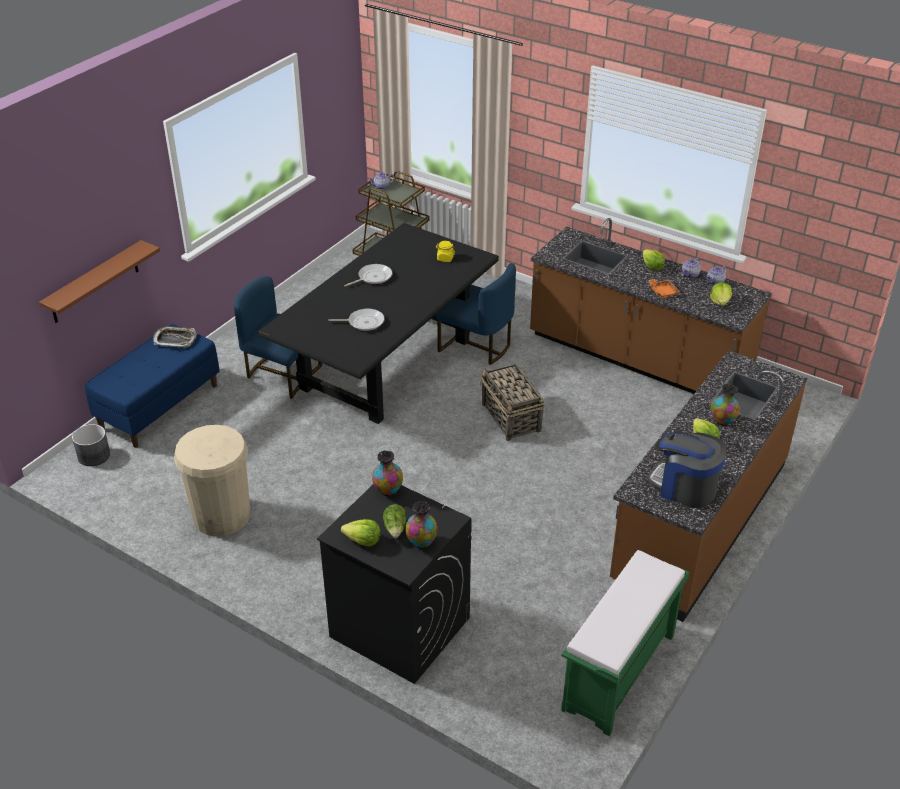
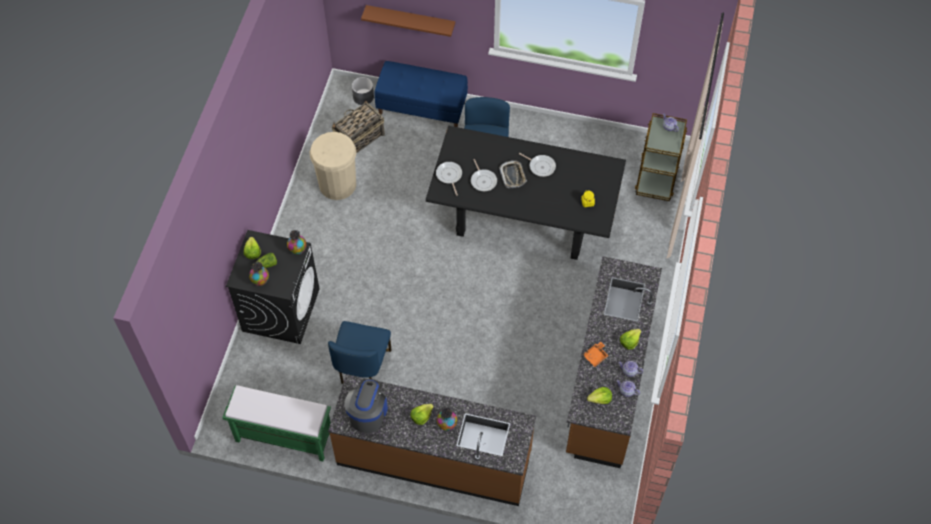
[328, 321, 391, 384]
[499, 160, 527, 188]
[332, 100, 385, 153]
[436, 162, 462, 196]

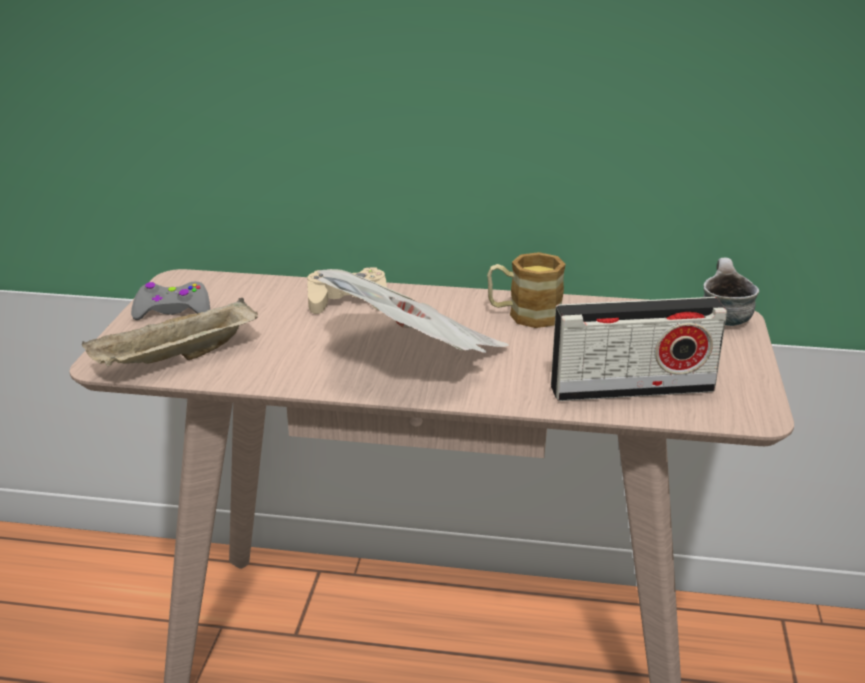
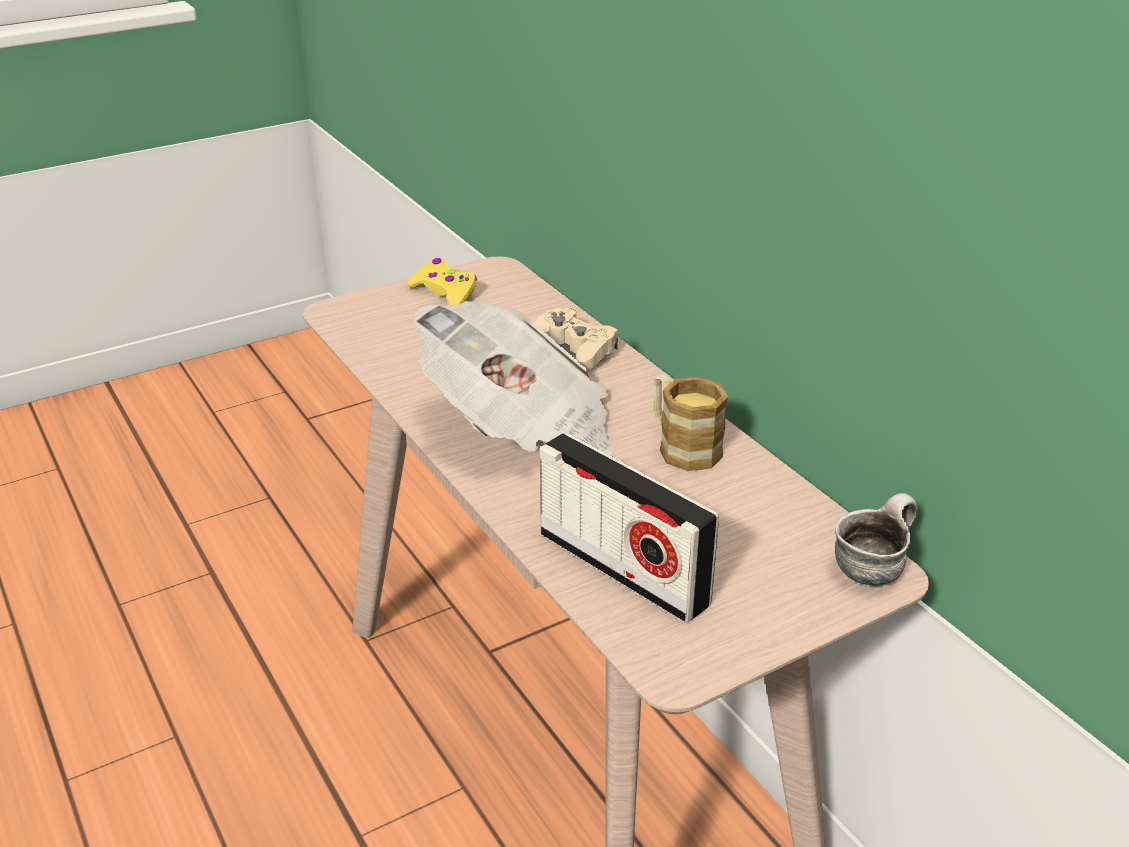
[407, 258, 477, 305]
[82, 298, 258, 366] (first image)

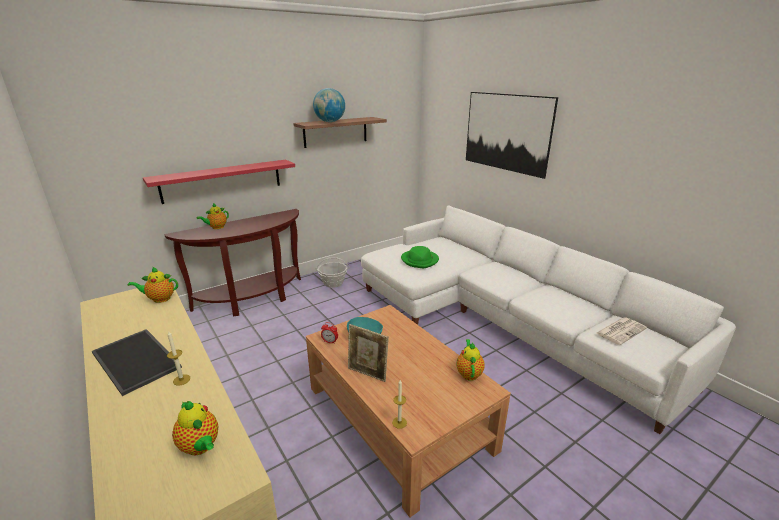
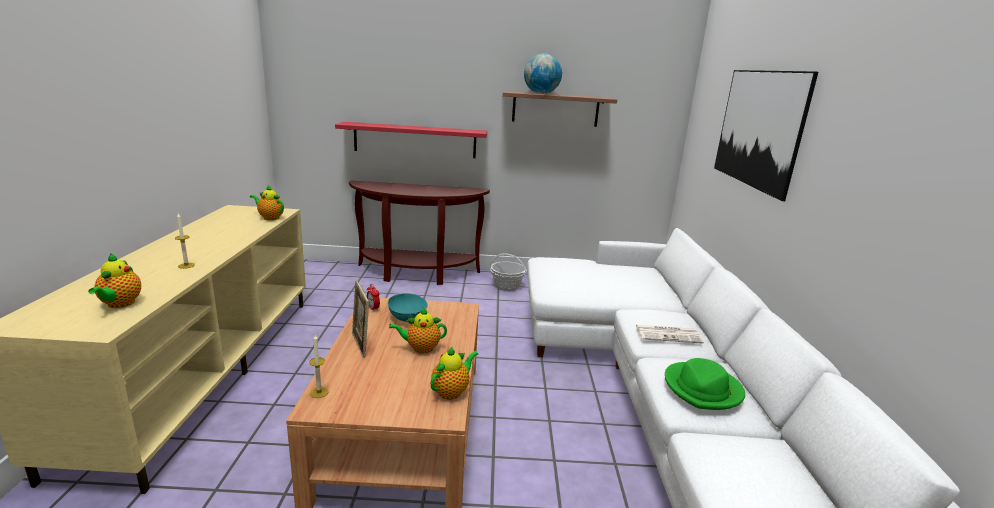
[389, 307, 447, 354]
[665, 358, 745, 410]
[636, 325, 704, 344]
[92, 329, 182, 396] (first image)

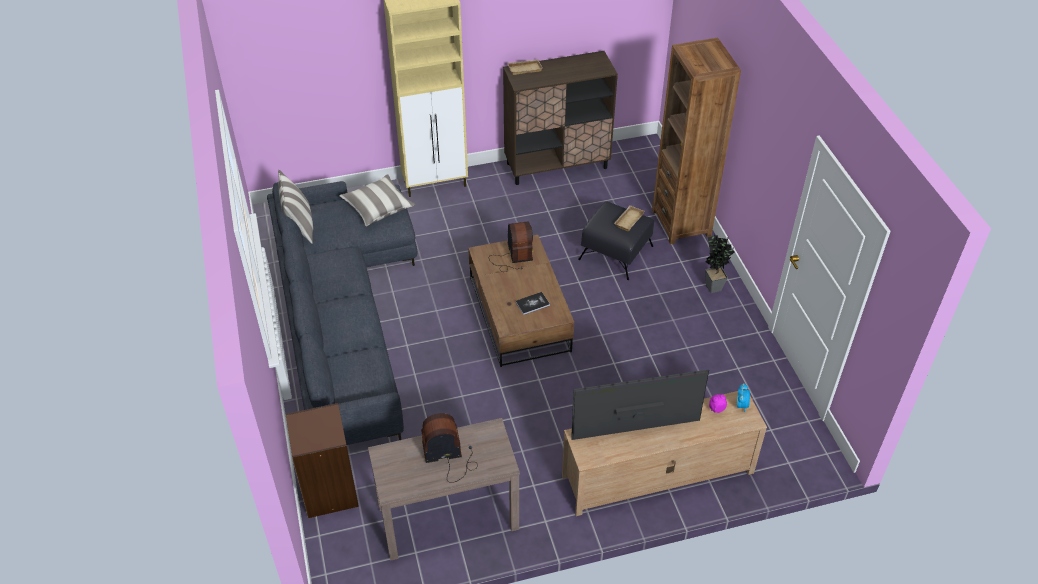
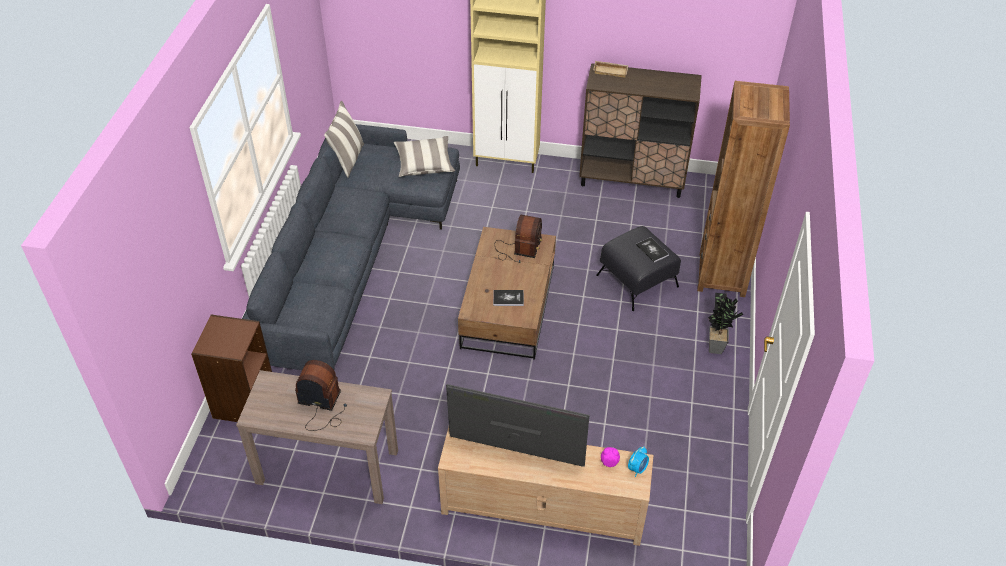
[636, 237, 669, 263]

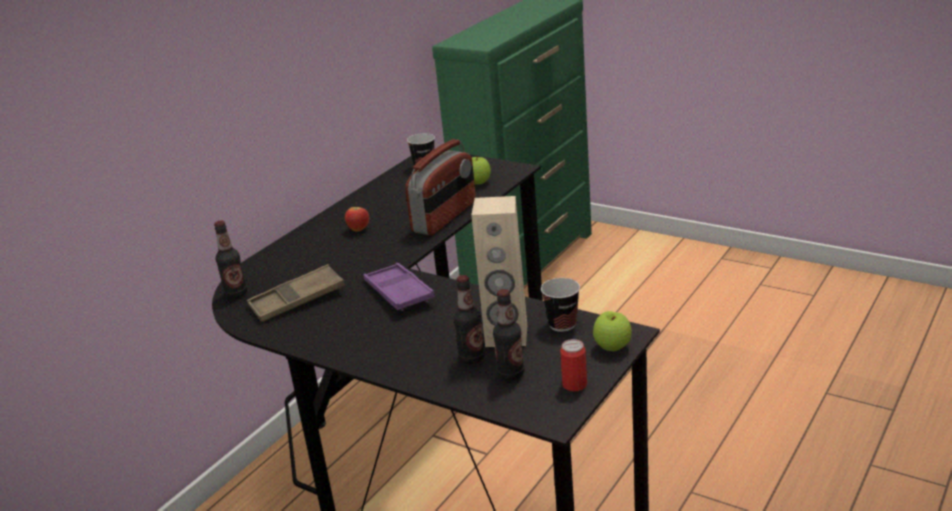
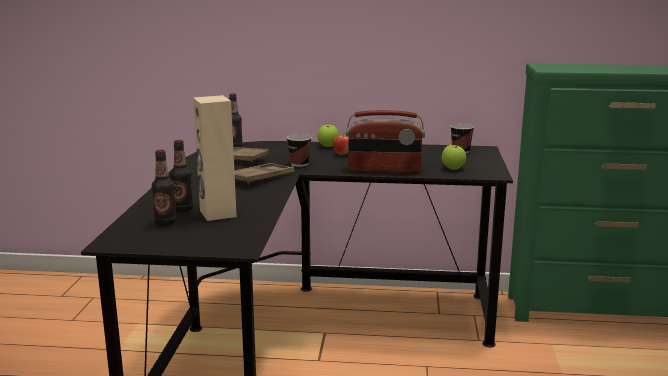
[234, 163, 294, 185]
[287, 134, 312, 167]
[317, 125, 339, 147]
[560, 339, 587, 392] (first image)

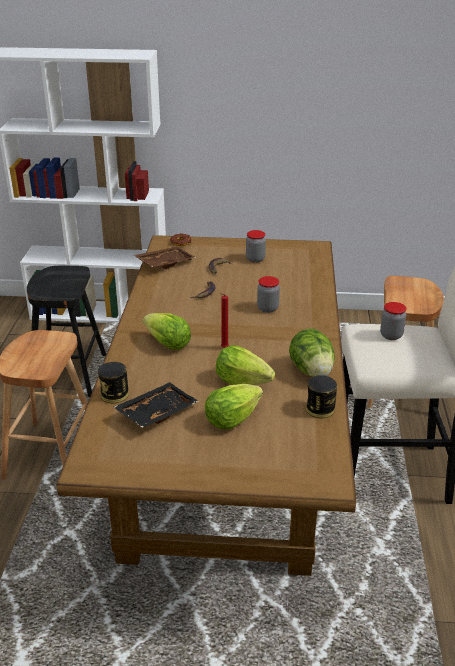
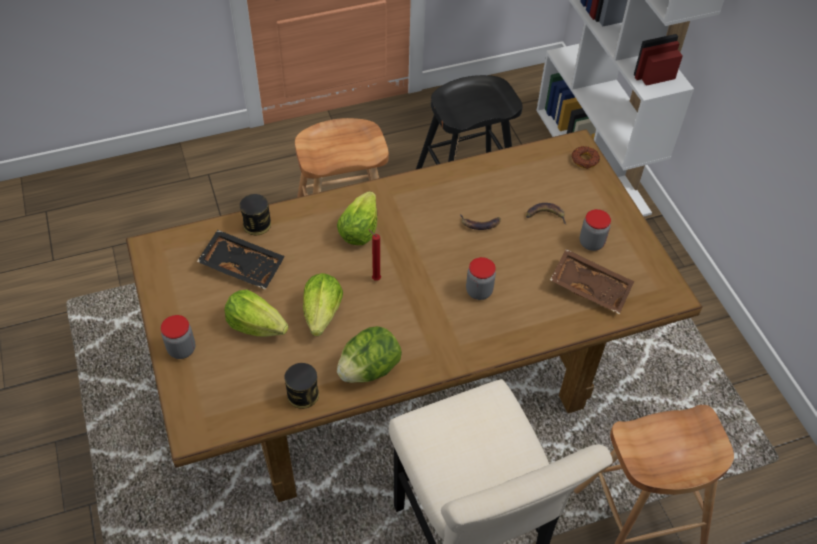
[550, 249, 634, 314]
[161, 315, 195, 359]

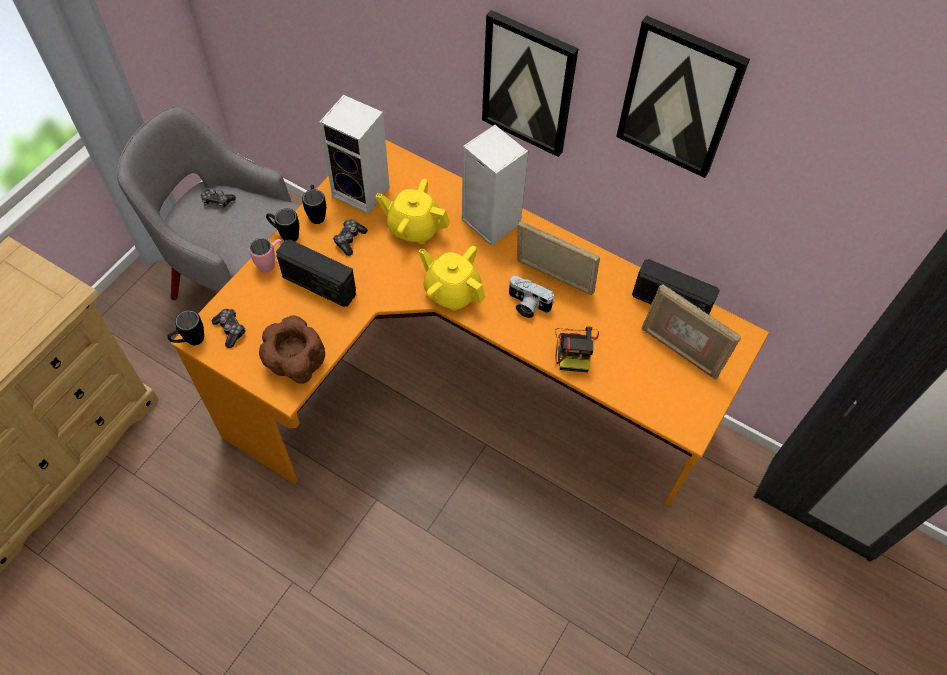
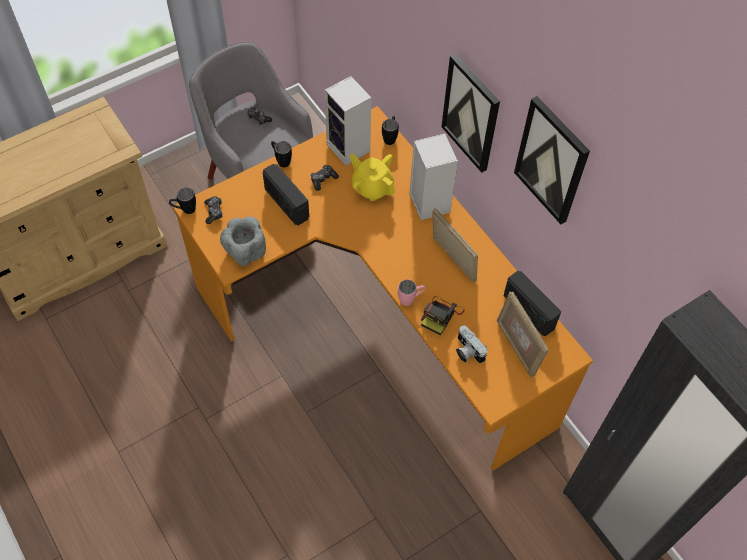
[382, 116, 399, 145]
[398, 280, 425, 306]
[419, 246, 485, 311] (first image)
[456, 325, 487, 363]
[220, 217, 266, 266]

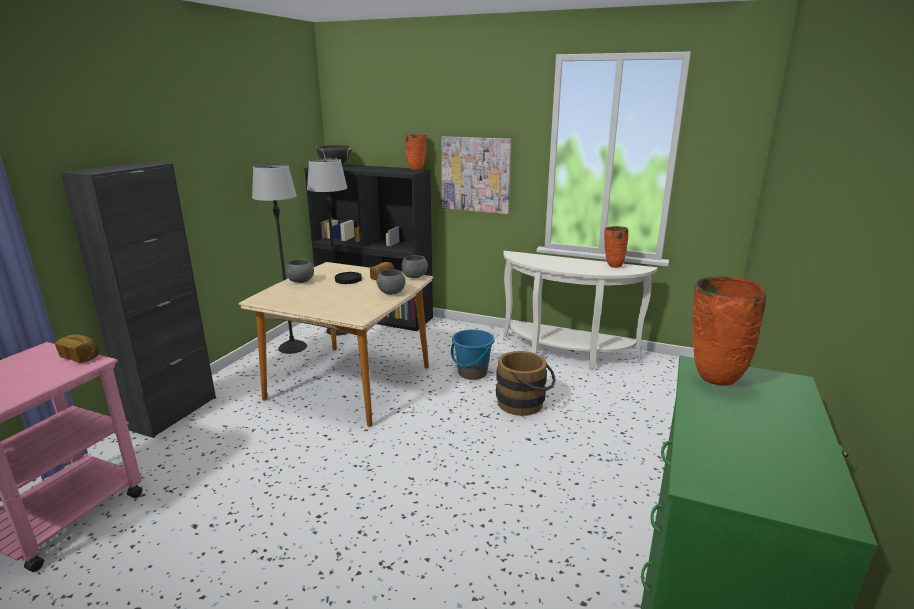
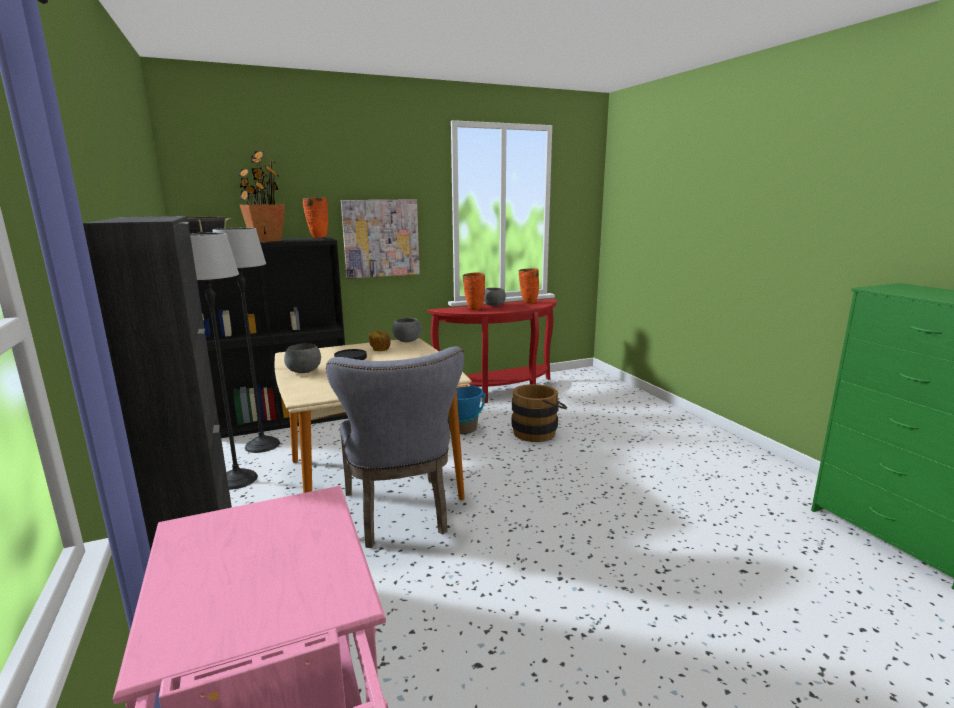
[427, 299, 557, 404]
[484, 288, 506, 306]
[463, 272, 485, 310]
[55, 334, 99, 363] (first image)
[238, 151, 285, 242]
[326, 346, 464, 548]

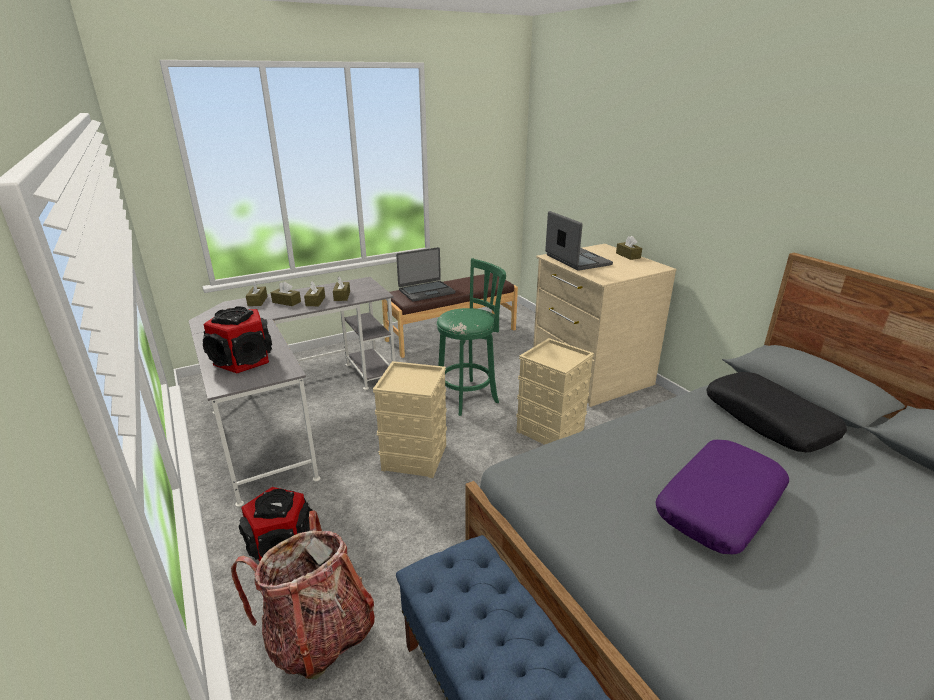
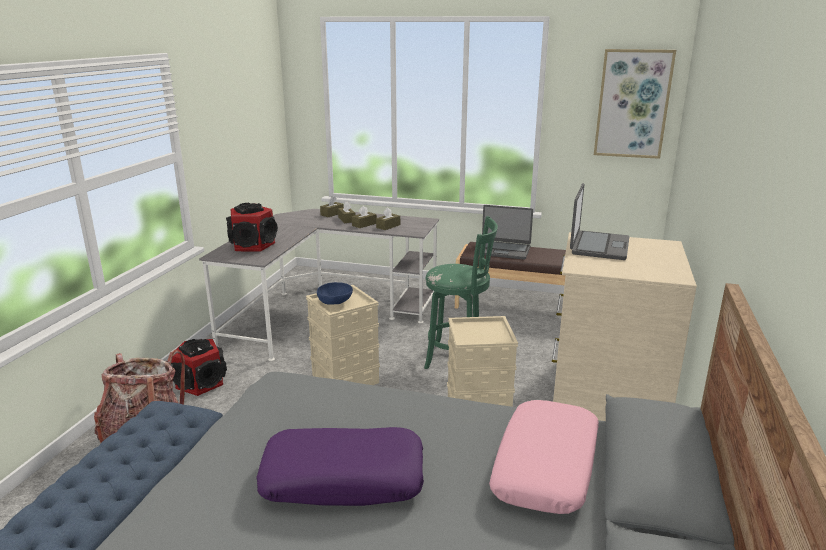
[616, 236, 642, 260] (first image)
[489, 400, 599, 514]
[594, 49, 676, 159]
[317, 282, 353, 305]

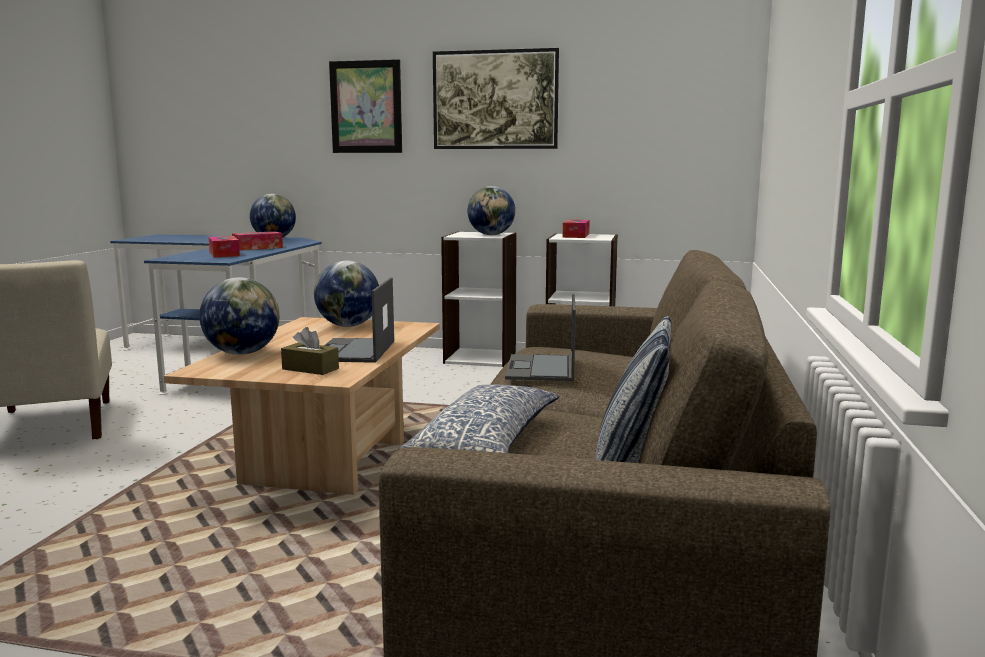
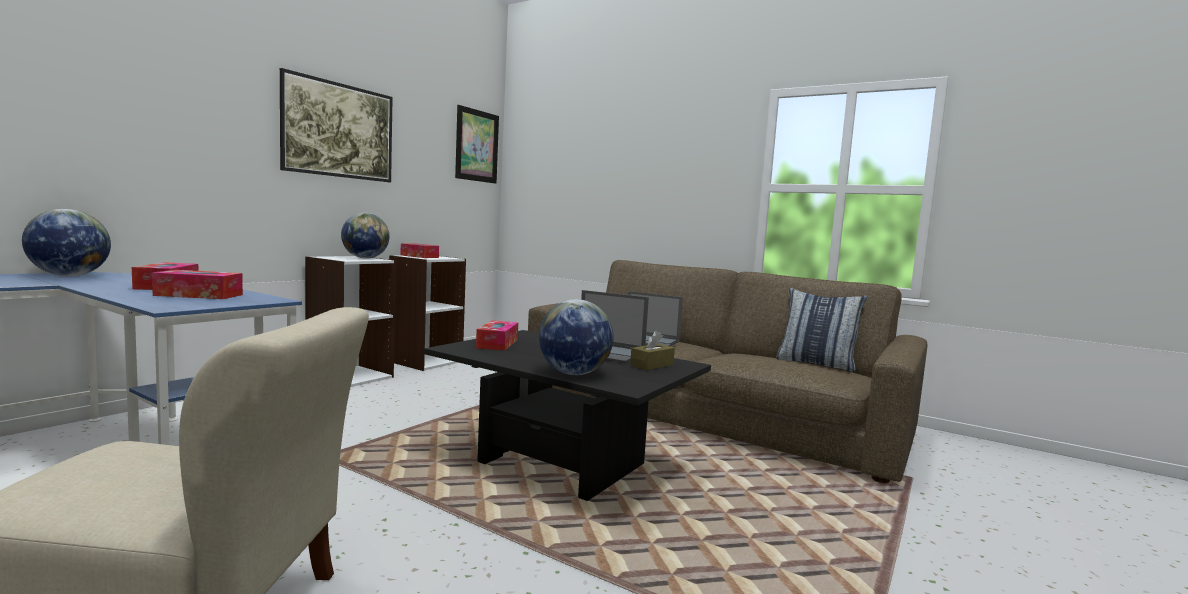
[455, 105, 499, 184]
[476, 321, 518, 351]
[424, 330, 711, 501]
[398, 385, 560, 453] (first image)

